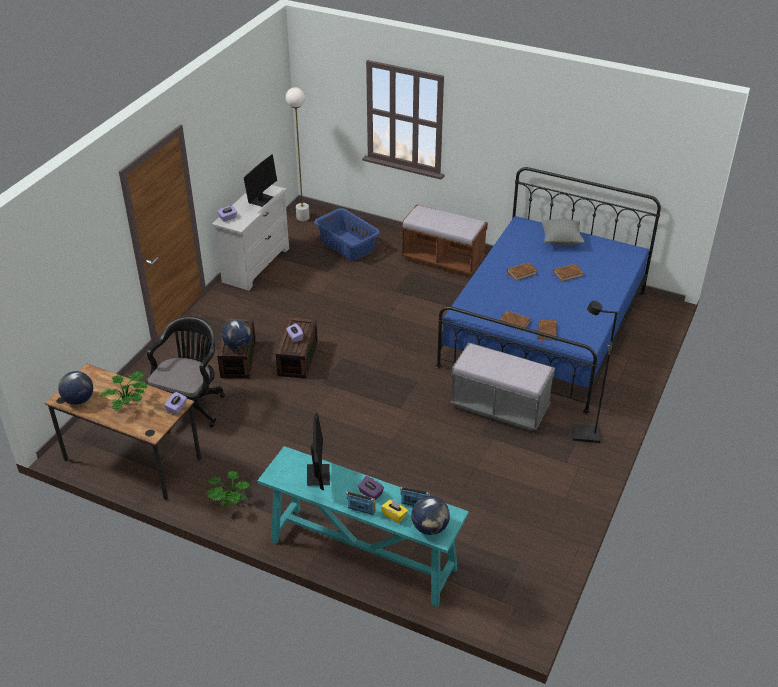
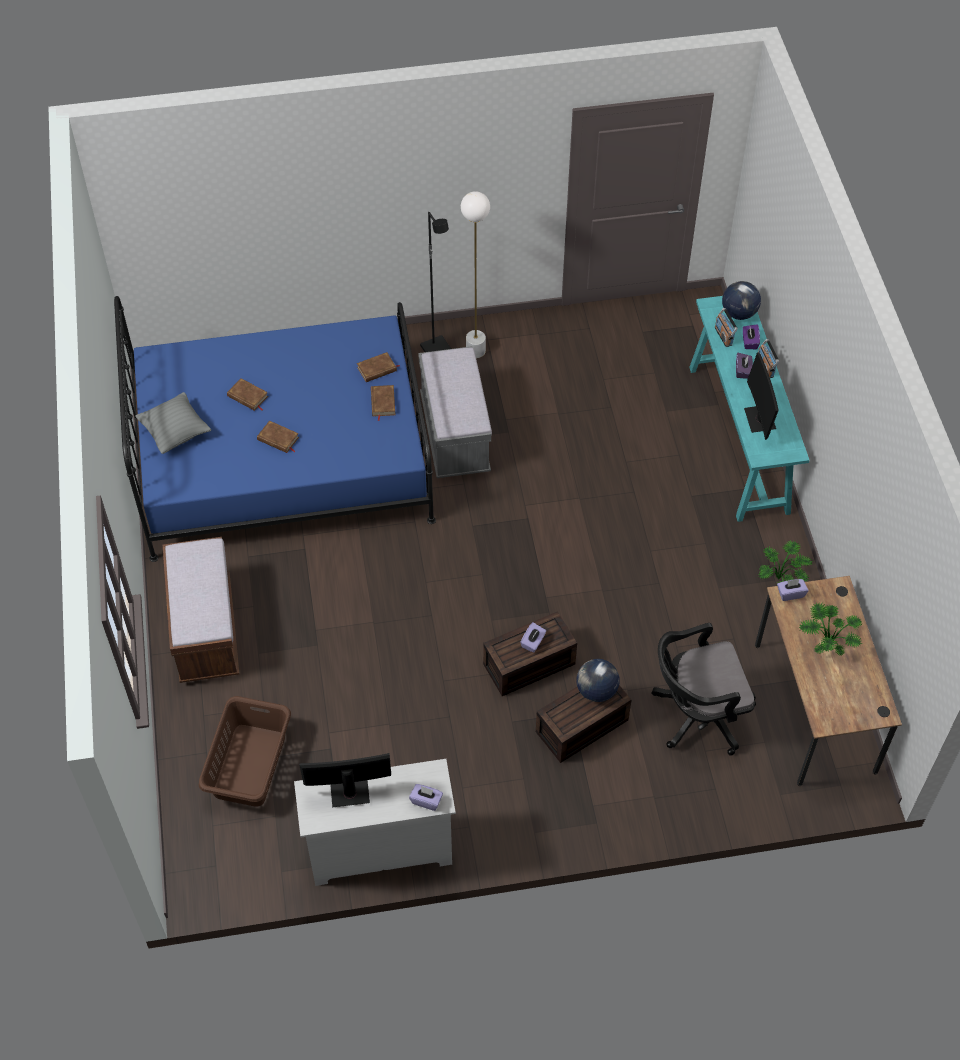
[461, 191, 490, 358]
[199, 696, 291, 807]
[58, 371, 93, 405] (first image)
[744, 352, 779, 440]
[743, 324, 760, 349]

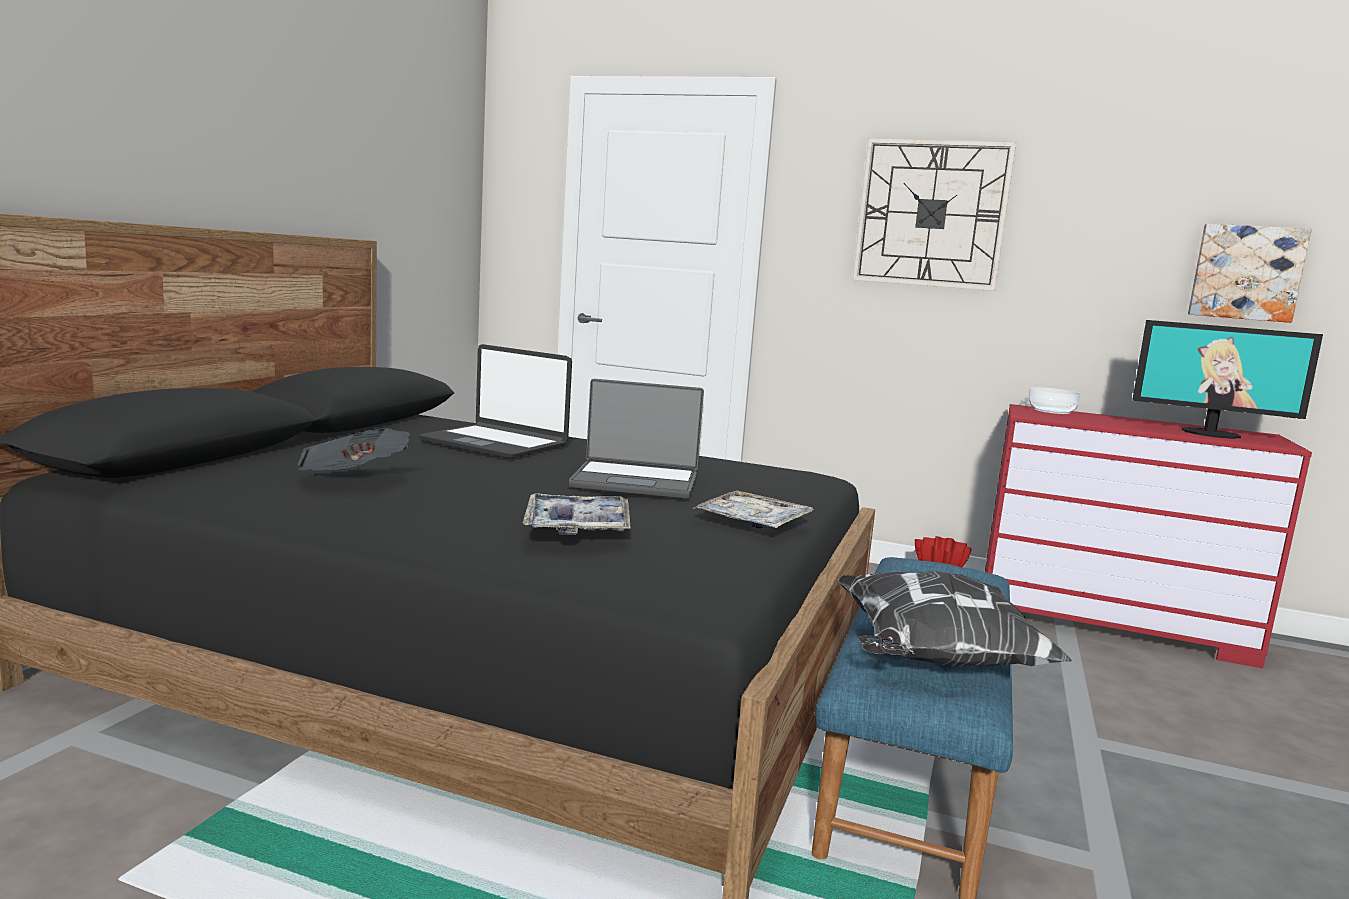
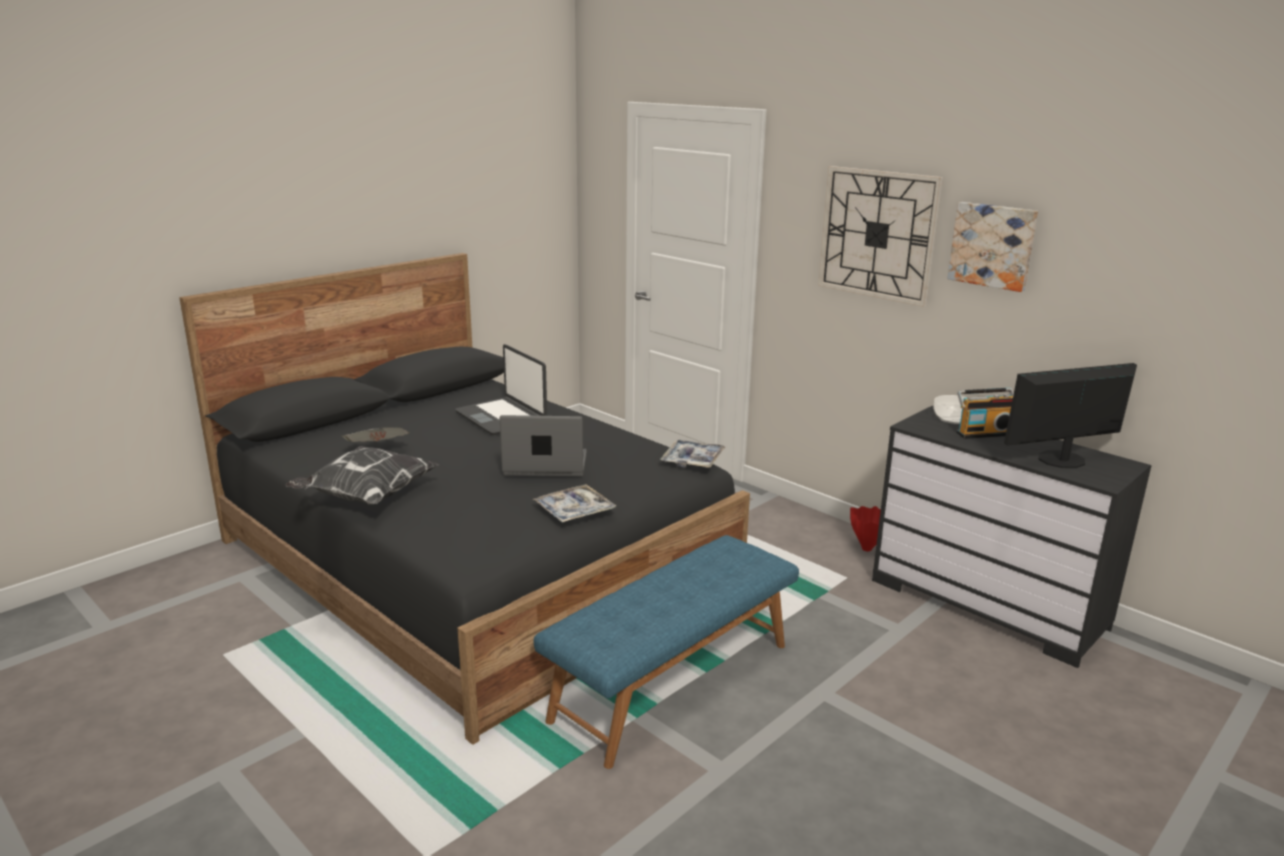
[947, 202, 1038, 292]
[1004, 363, 1137, 468]
[500, 415, 587, 477]
[872, 405, 1152, 668]
[660, 439, 725, 468]
[285, 446, 439, 504]
[956, 388, 1014, 439]

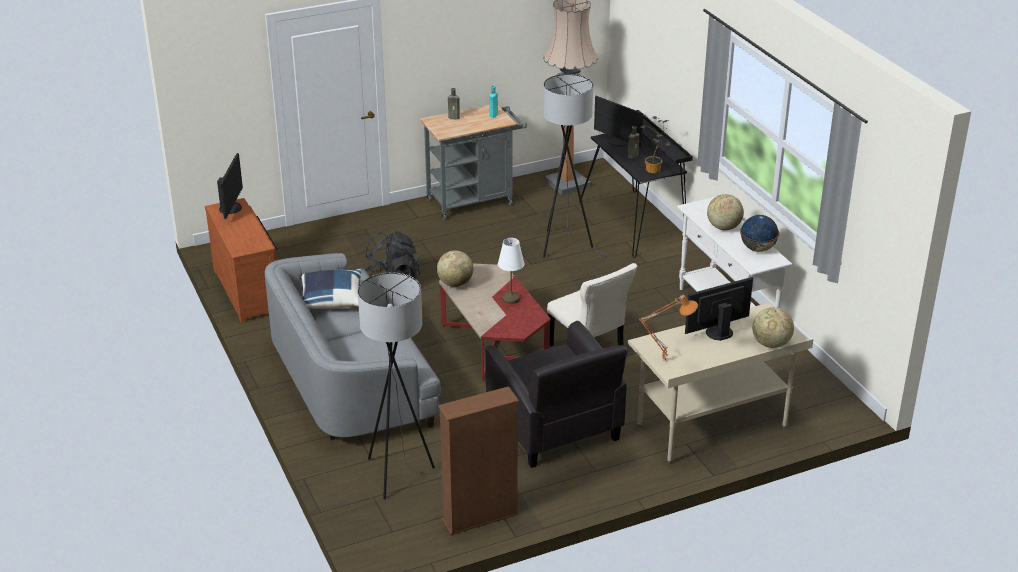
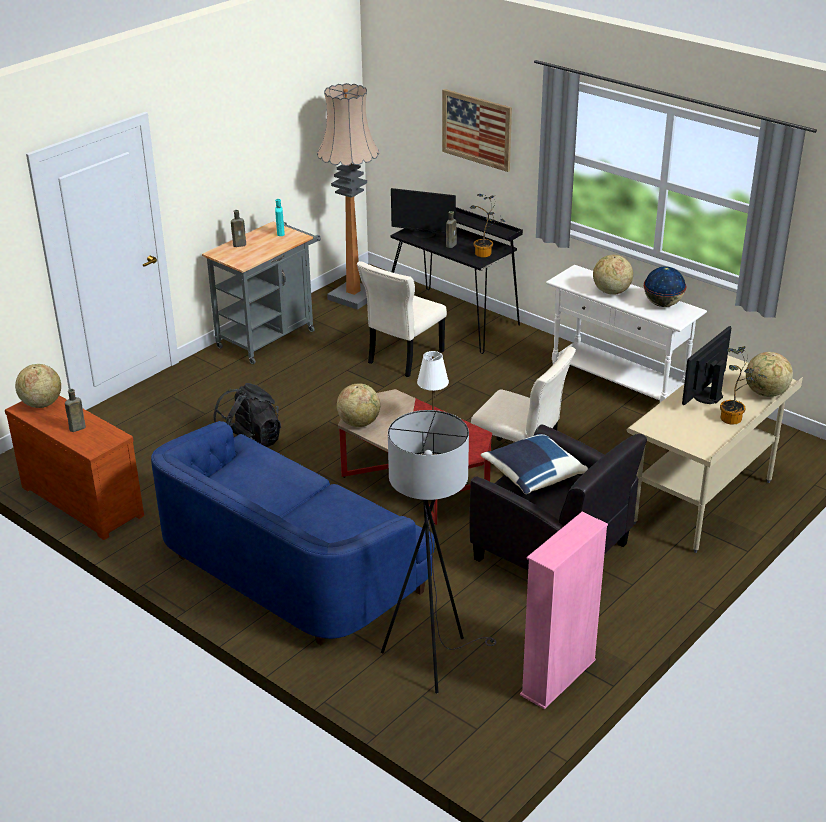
[357, 261, 447, 377]
[15, 364, 61, 408]
[151, 421, 435, 645]
[481, 434, 589, 494]
[639, 295, 698, 361] (first image)
[520, 512, 608, 709]
[442, 89, 512, 172]
[720, 346, 767, 425]
[65, 389, 86, 432]

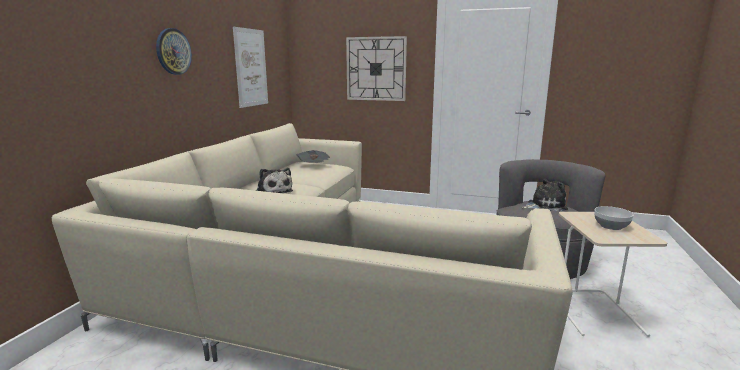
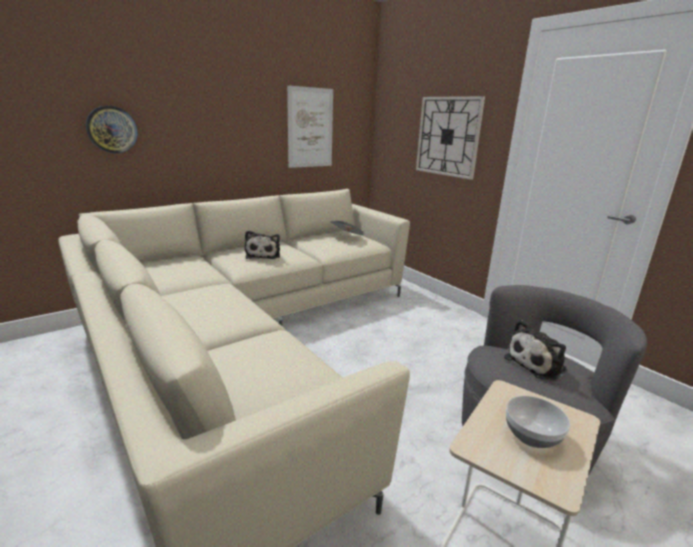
[86, 106, 138, 153]
[504, 320, 567, 381]

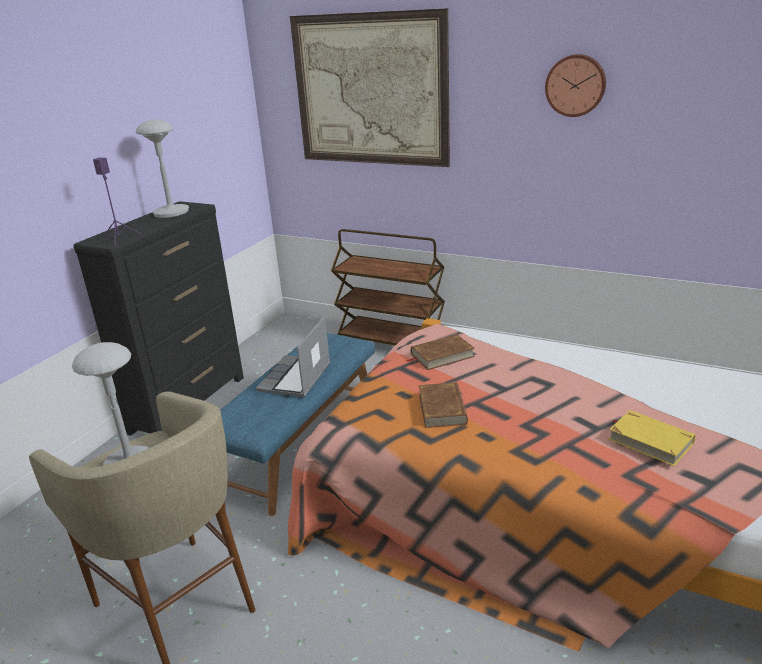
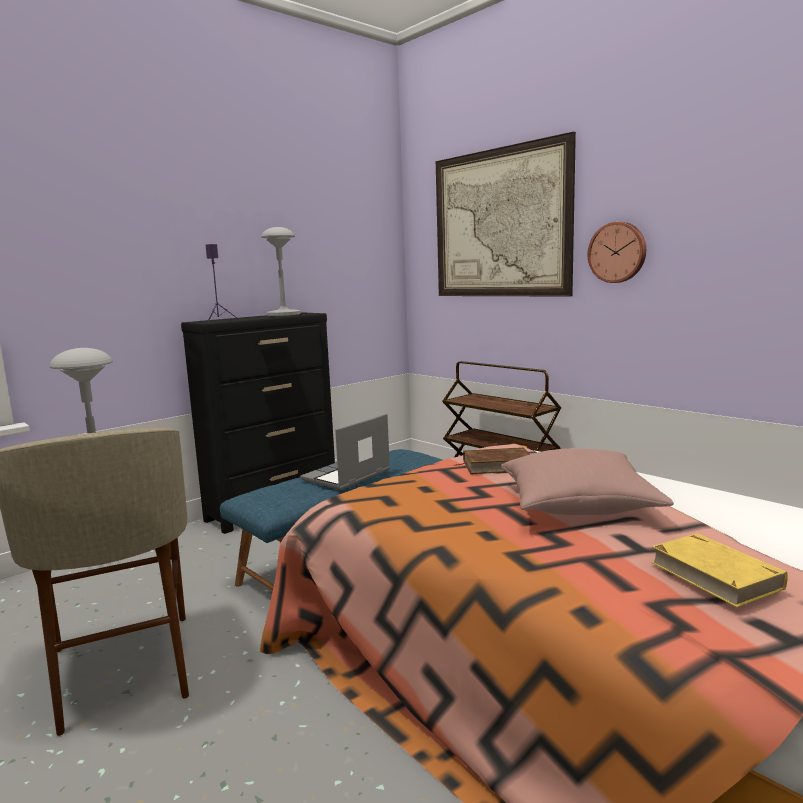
[588, 222, 646, 283]
[419, 382, 468, 428] (first image)
[501, 448, 674, 515]

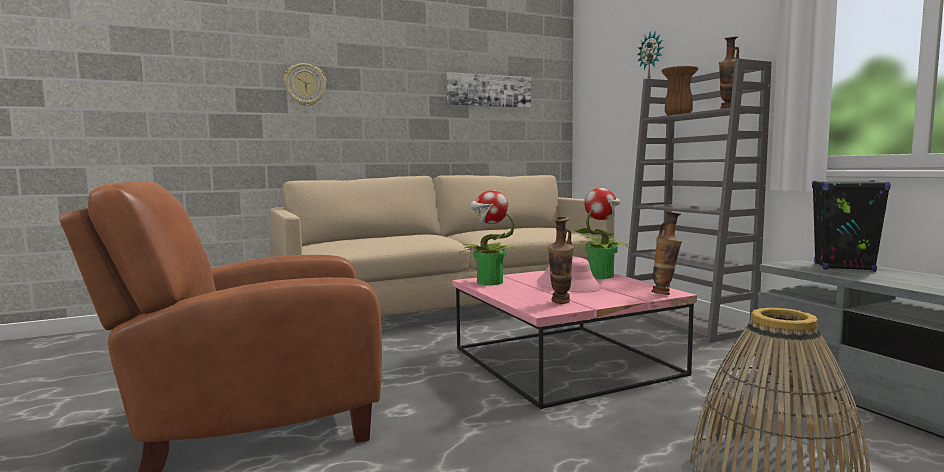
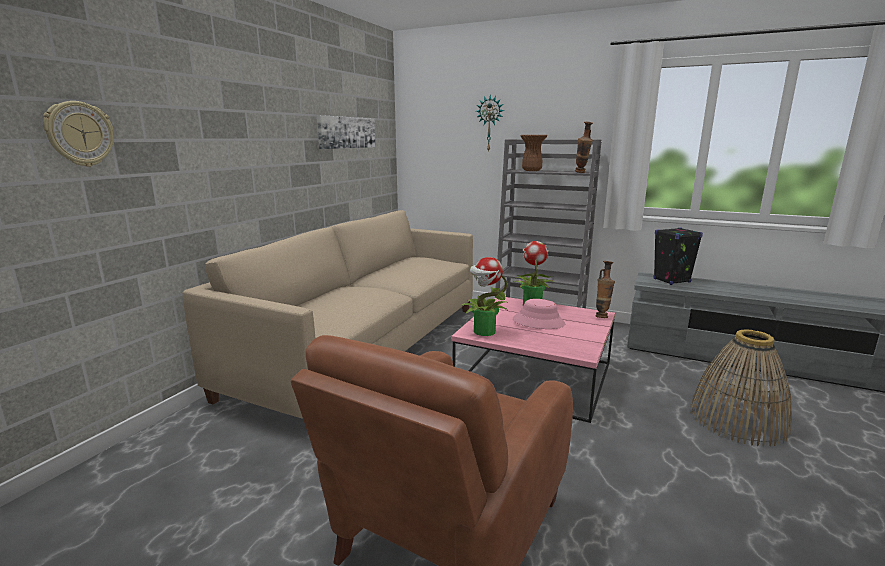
[43, 101, 114, 167]
[548, 216, 574, 304] (first image)

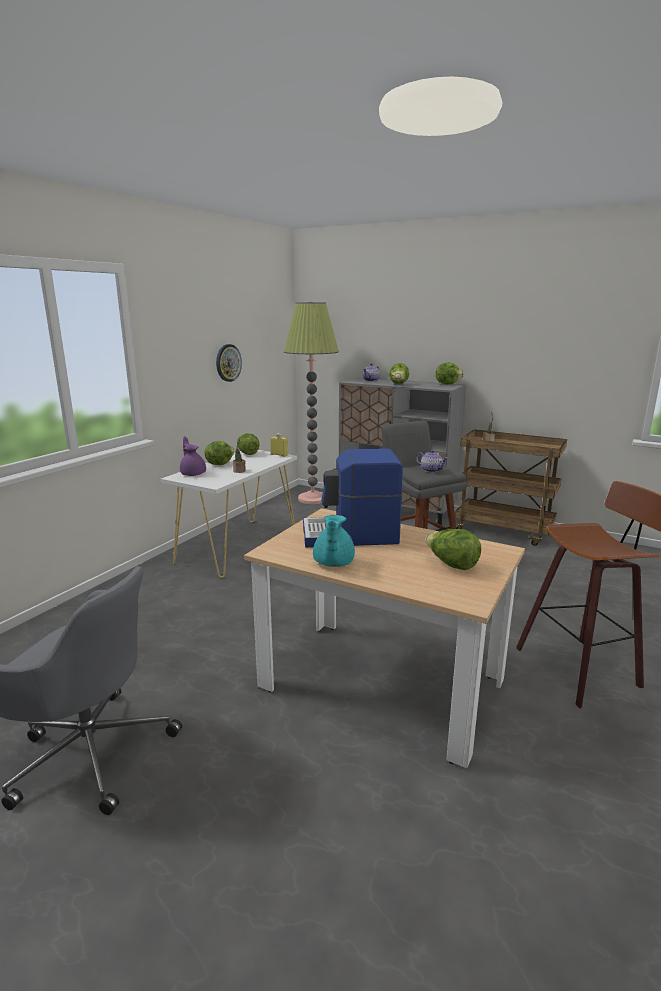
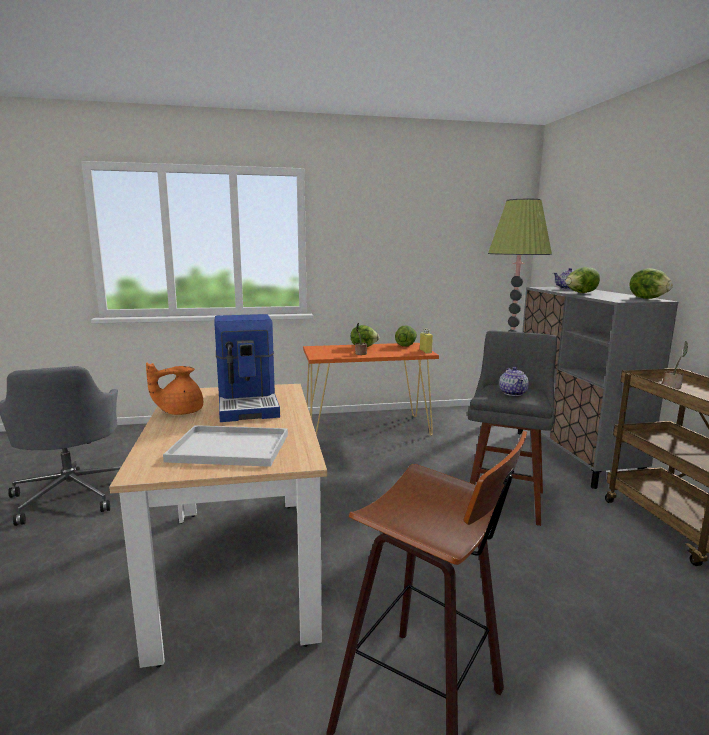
[216, 344, 242, 382] (first image)
[180, 436, 206, 476] (first image)
[214, 314, 280, 422]
[303, 343, 439, 436]
[146, 363, 203, 415]
[163, 425, 288, 467]

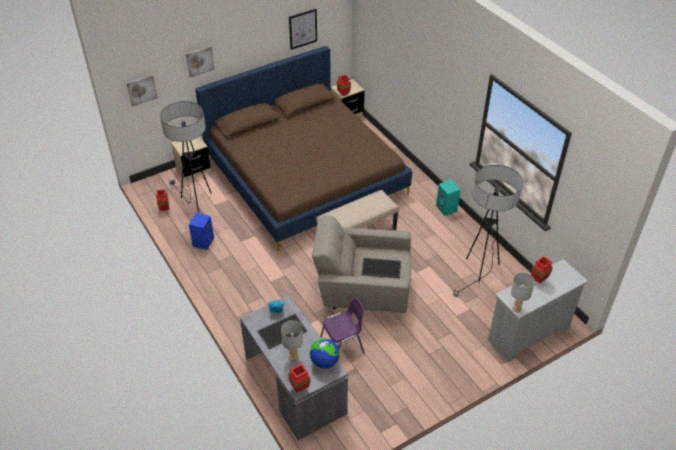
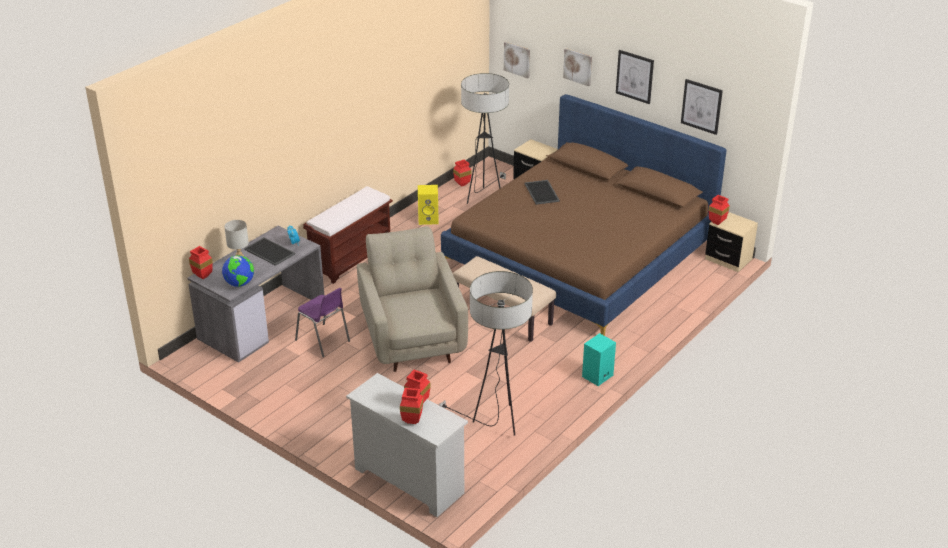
[418, 185, 439, 225]
[525, 180, 560, 205]
[511, 273, 535, 312] (first image)
[616, 50, 654, 104]
[303, 186, 393, 284]
[400, 388, 423, 424]

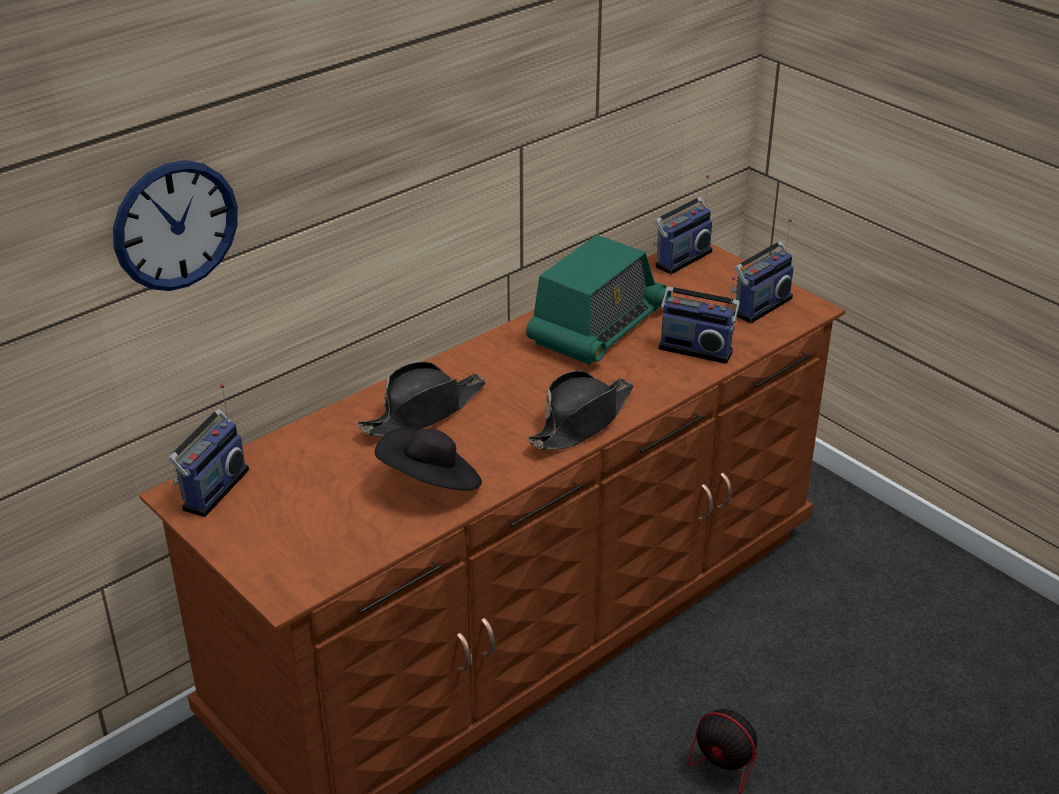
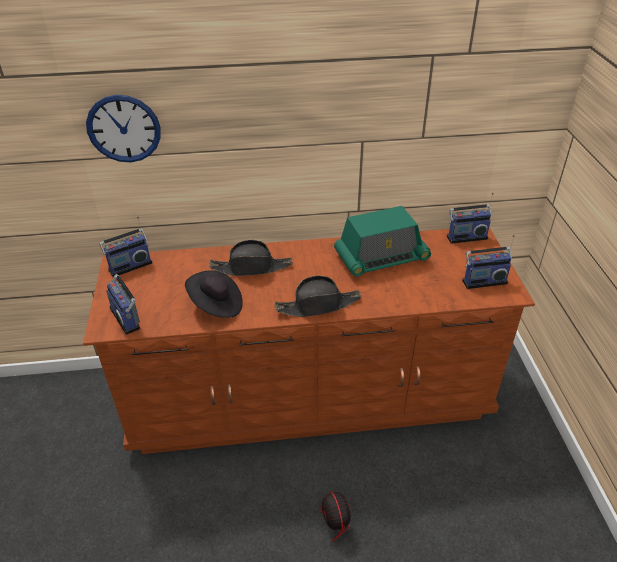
[106, 274, 140, 335]

